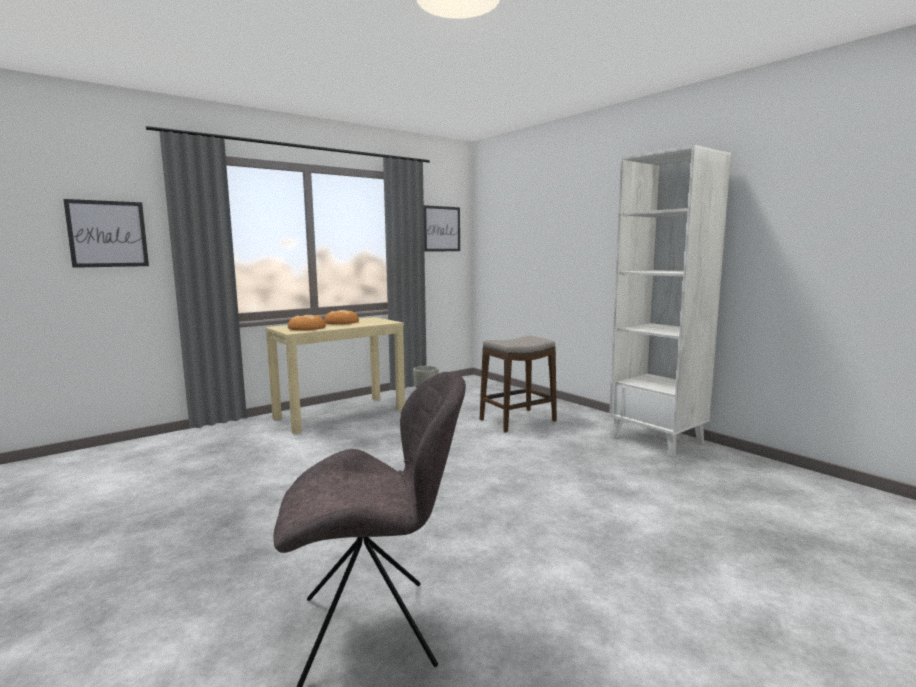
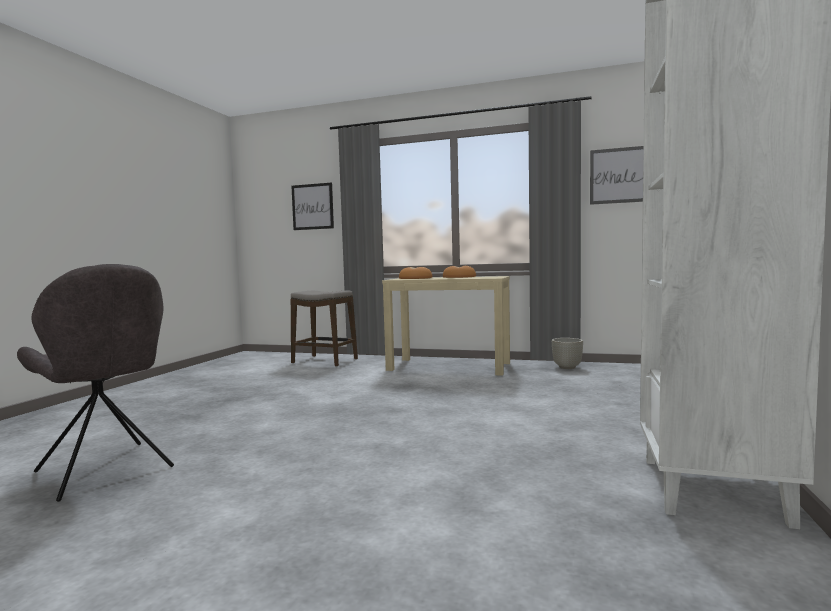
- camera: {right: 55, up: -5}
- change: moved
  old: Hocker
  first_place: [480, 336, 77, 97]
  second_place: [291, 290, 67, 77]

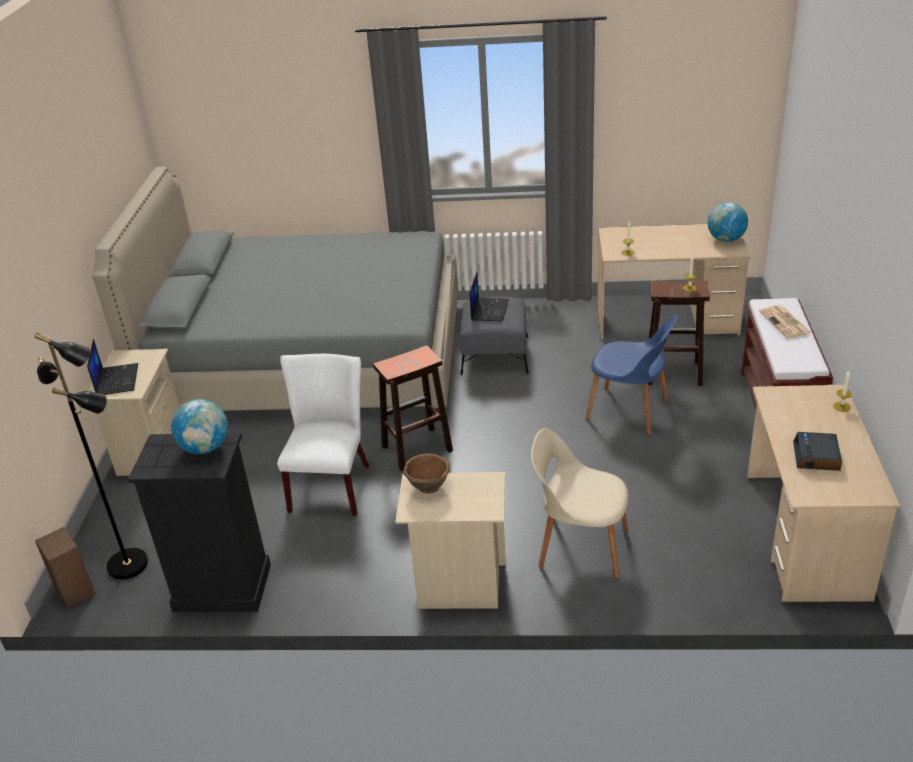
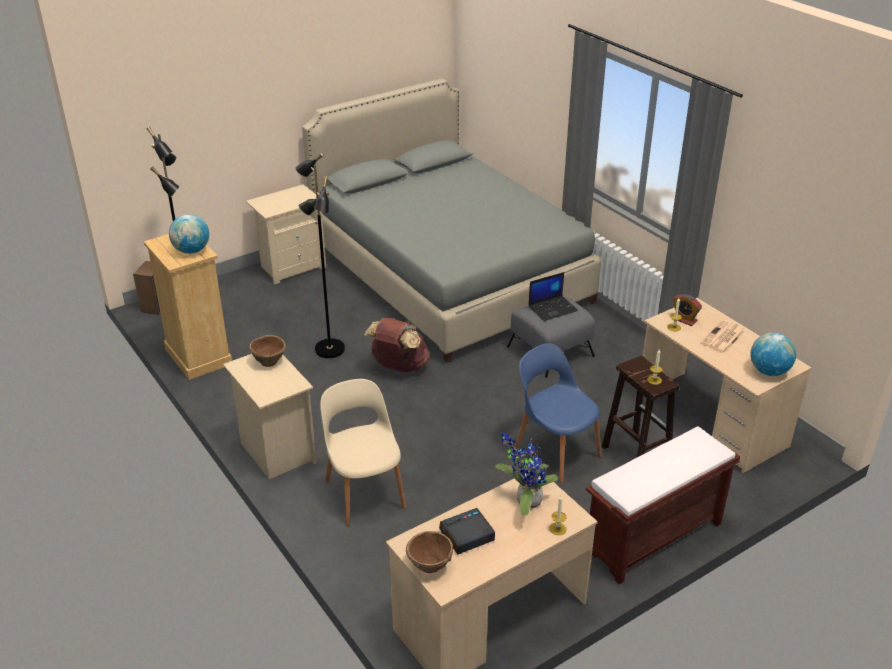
- camera: {right: 50, up: 0}
- change: removed
  old: Laptop
  first_place: [87, 339, 51, 56]
- change: recoloured
  old: Kommode (schwarz)
  new: Kommode (beige)
  first_place: [128, 433, 143, 179]
  second_place: [144, 234, 88, 146]
- change: replaced
  old: Stuhl (weiß)
  new: Stehlampe (schwarz)
  first_place: [277, 354, 92, 162]
  second_place: [296, 153, 49, 205]
- change: replaced
  old: Hocker (braun)
  new: Rucksack (braun)
  first_place: [373, 345, 80, 126]
  second_place: [364, 318, 66, 55]
- change: turned
  old: Stuhl (blau)
  first_place: [586, 315, 92, 120]
  second_place: [514, 343, 88, 140]
  degrees: 150
- change: moved
  old: Zeitung
  first_place: [759, 305, 52, 33]
  second_place: [700, 320, 46, 34]
- change: added
  new: Schüssel (braun)
  second_place: [406, 531, 47, 42]
- change: added
  new: Topfpflanze
  second_place: [495, 432, 63, 83]
- change: added
  new: Wecker
  second_place: [673, 294, 29, 32]

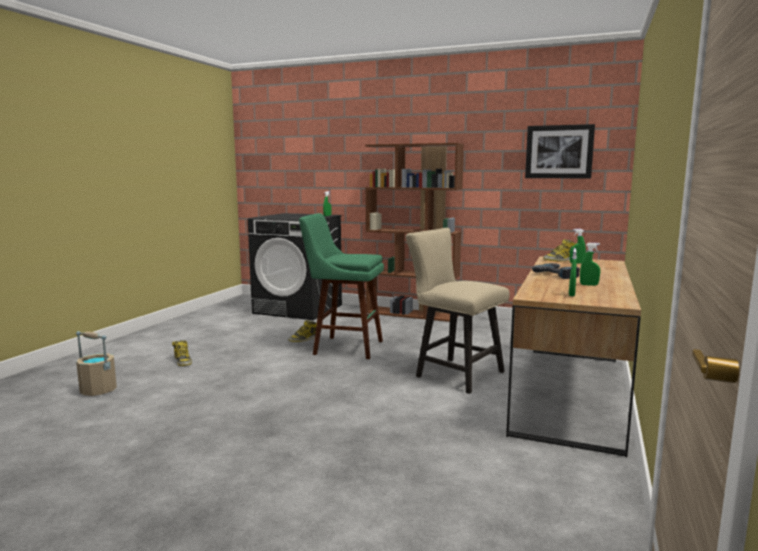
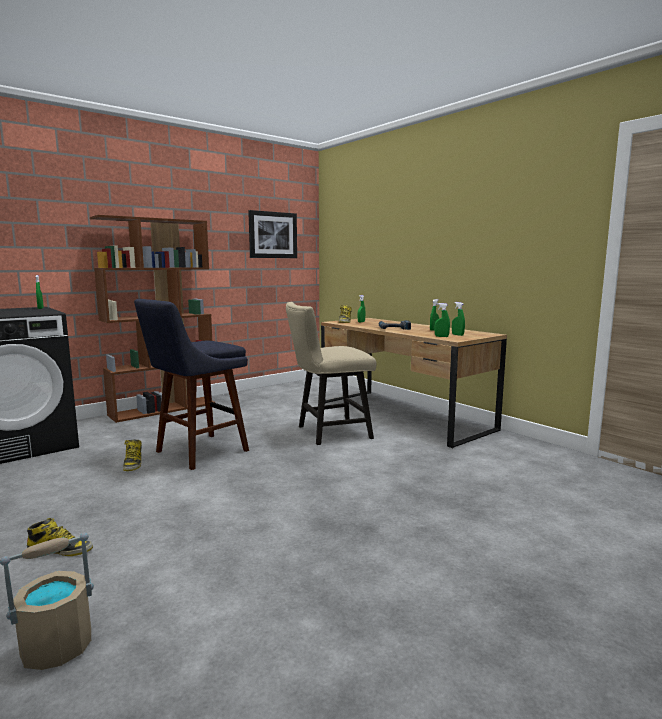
- camera: {right: -60, up: 0}
- change: recoloured
  old: Hocker (grün)
  new: Hocker (blau)
  first_place: [299, 213, 85, 146]
  second_place: [134, 299, 115, 171]
- change: added
  new: Sprühflasche (grün)
  second_place: [435, 303, 15, 34]

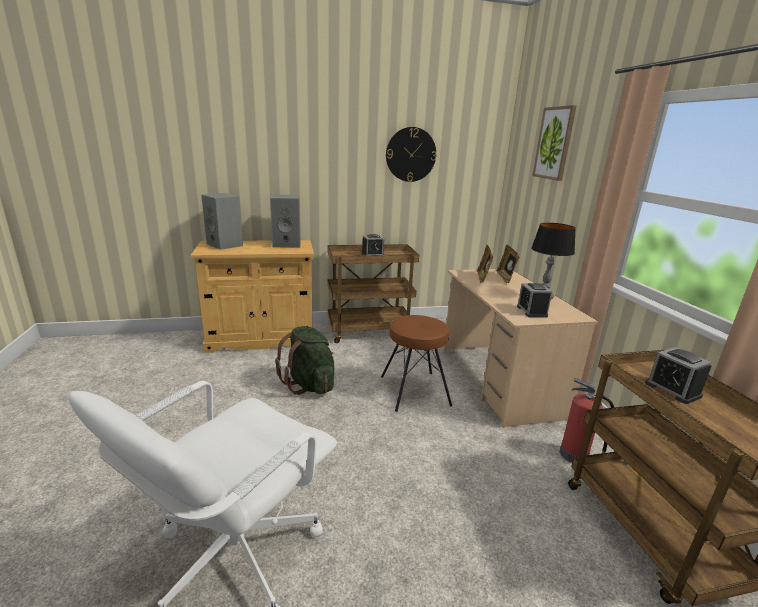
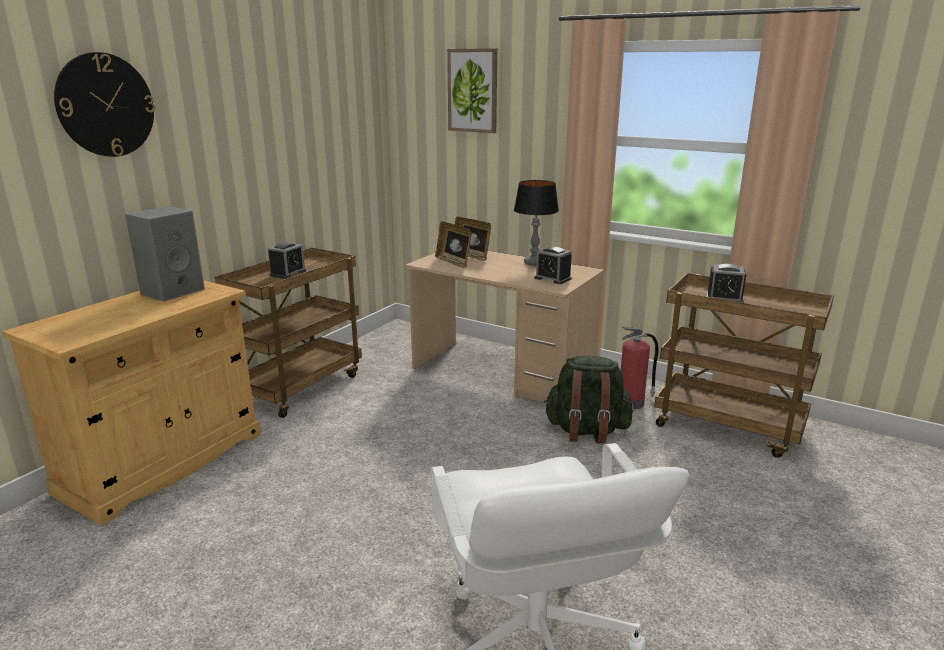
- camera: {right: -45, up: 0}
- change: removed
  old: Lautsprecher (grau)
  first_place: [201, 193, 42, 57]
- change: moved
  old: Rucksack (grün)
  first_place: [275, 326, 59, 69]
  second_place: [544, 356, 89, 87]
- change: removed
  old: Hocker (braun)
  first_place: [381, 315, 71, 97]
- change: moved
  old: Wanduhr
  first_place: [386, 127, 50, 55]
  second_place: [54, 52, 101, 105]

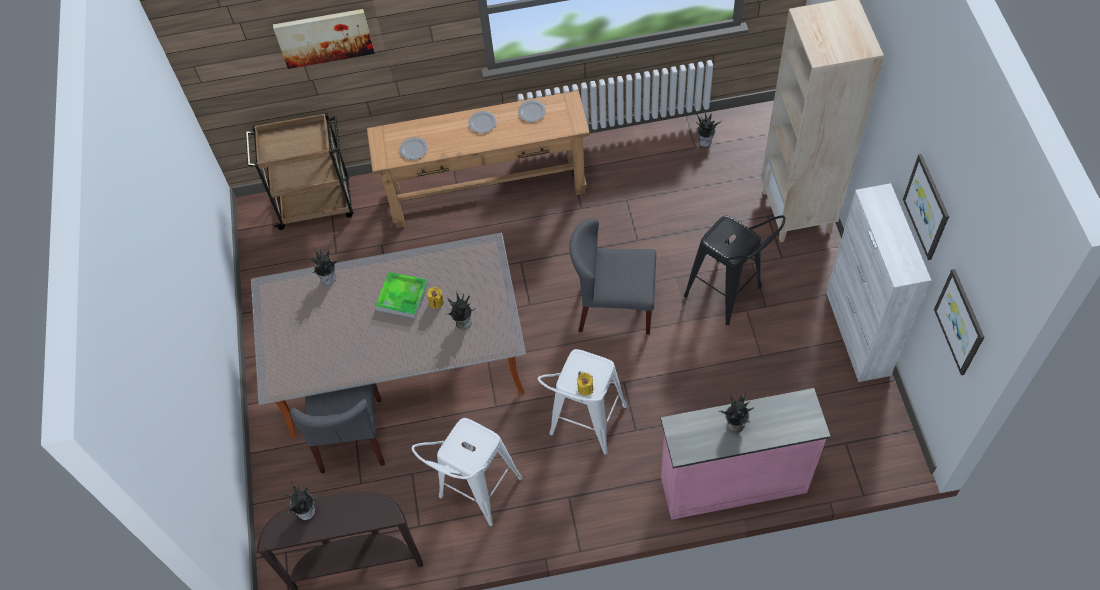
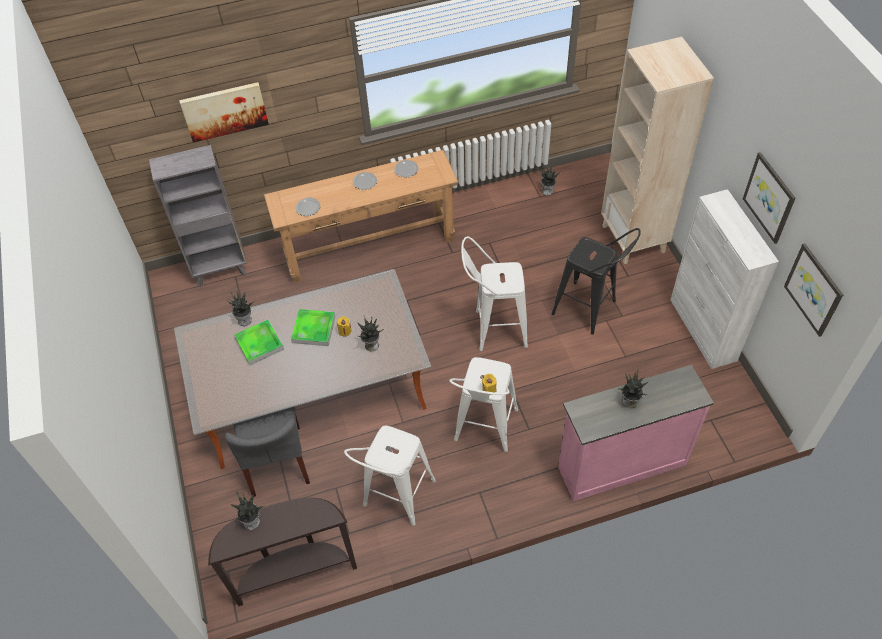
- camera: {right: -10, up: -5}
- change: replaced
  old: Rollwagen (braun)
  new: Bücherregal (grau)
  first_place: [246, 113, 107, 117]
  second_place: [149, 145, 98, 142]
- change: replaced
  old: Stuhl (grau)
  new: Hocker (weiß)
  first_place: [569, 218, 87, 116]
  second_place: [461, 236, 67, 115]
- change: added
  new: Tablett
  second_place: [234, 320, 50, 45]

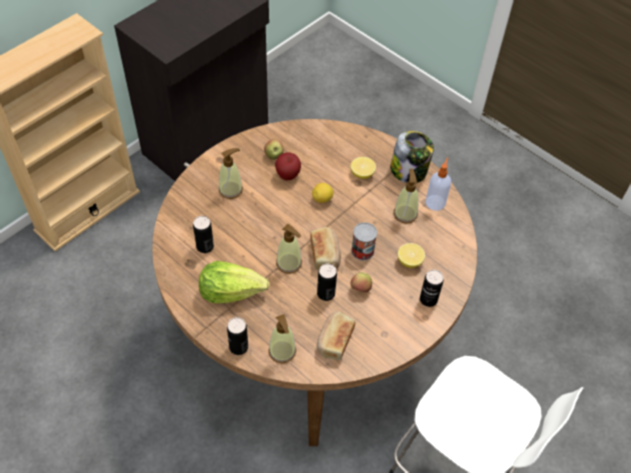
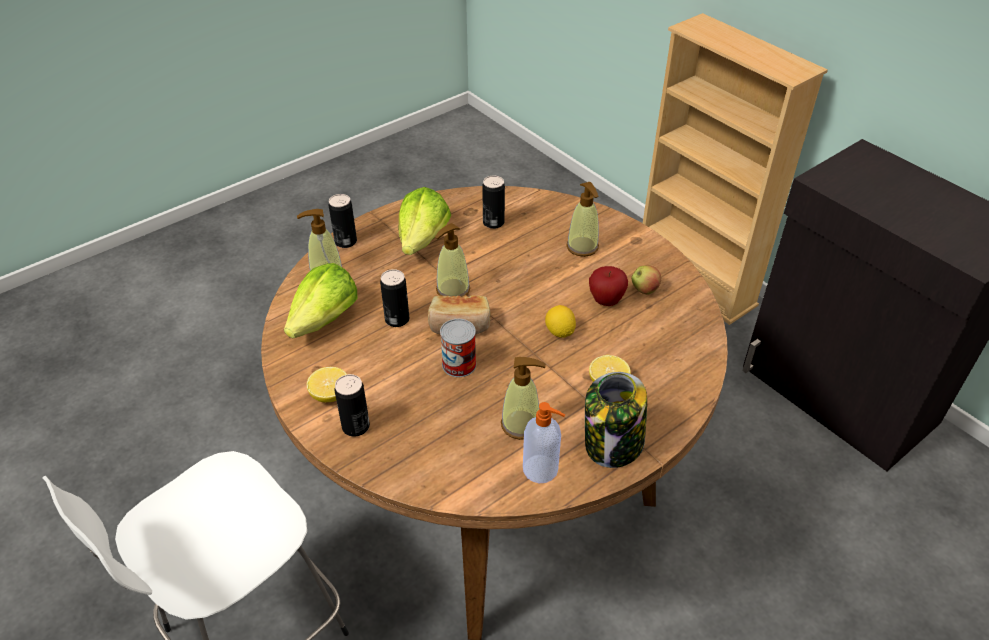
- camera: {right: 100, up: -10}
- change: replaced
  old: Brot
  new: Salatkopf
  first_place: [317, 312, 38, 48]
  second_place: [284, 263, 73, 75]
- change: removed
  old: Apfel
  first_place: [350, 272, 22, 20]
- change: moved
  old: Zitrone
  first_place: [398, 243, 27, 25]
  second_place: [307, 367, 40, 35]

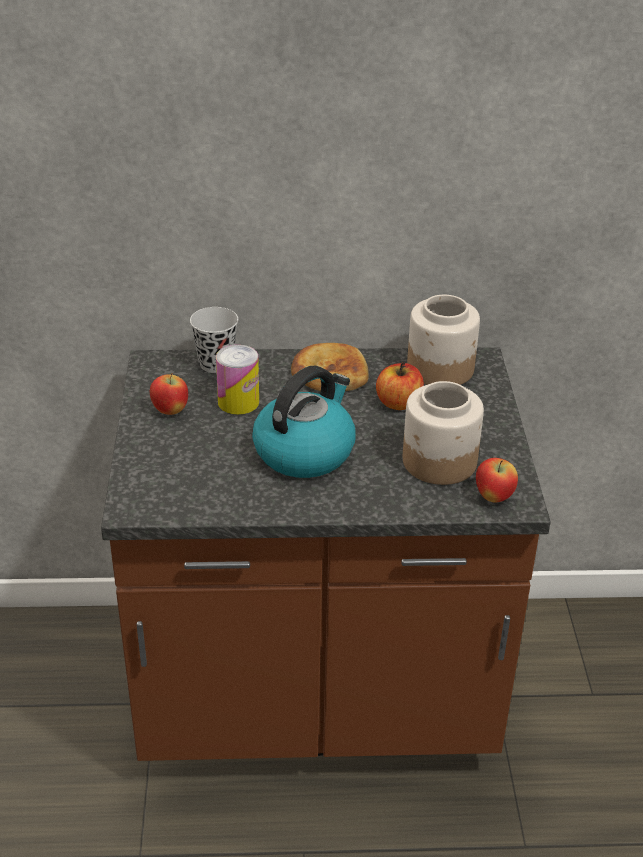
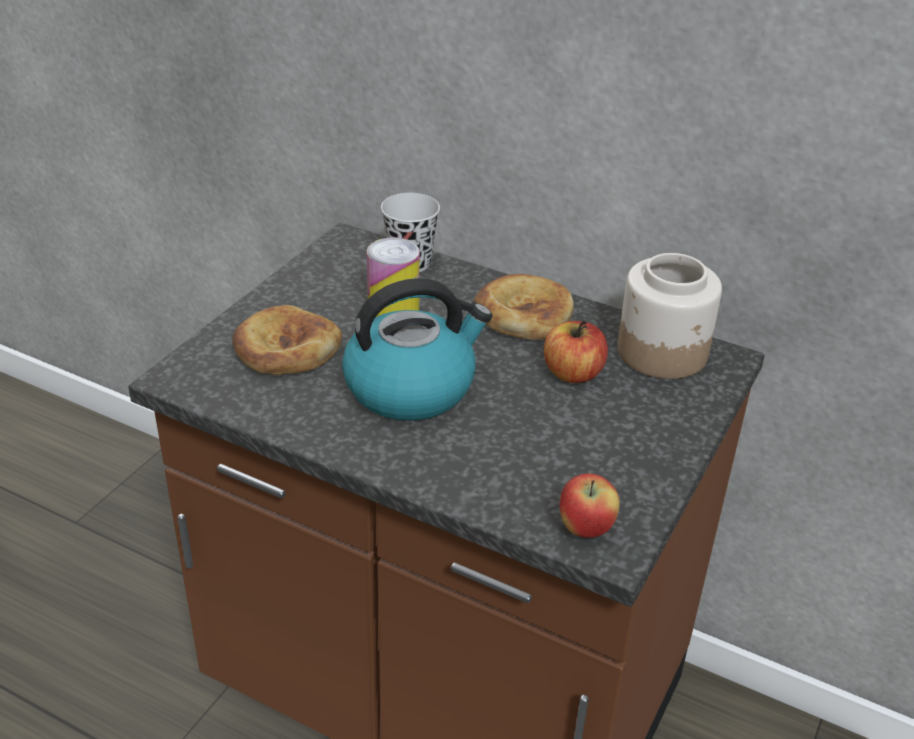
- camera: {right: 30, up: 0}
- change: removed
  old: Apfel
  first_place: [150, 373, 38, 42]
- change: removed
  old: Vorratsglas
  first_place: [403, 381, 81, 104]
- change: added
  new: Brot
  second_place: [232, 305, 110, 70]

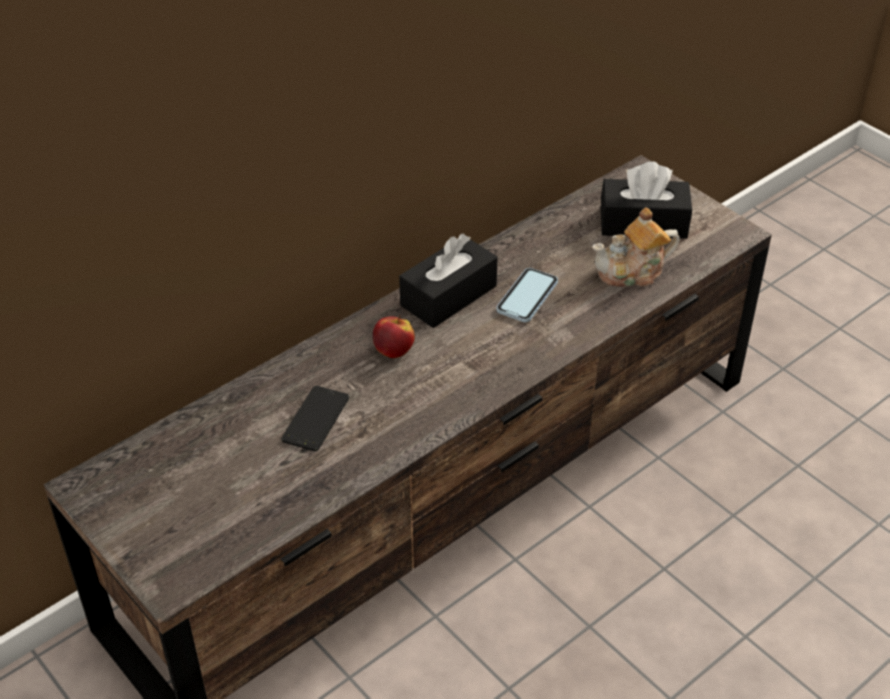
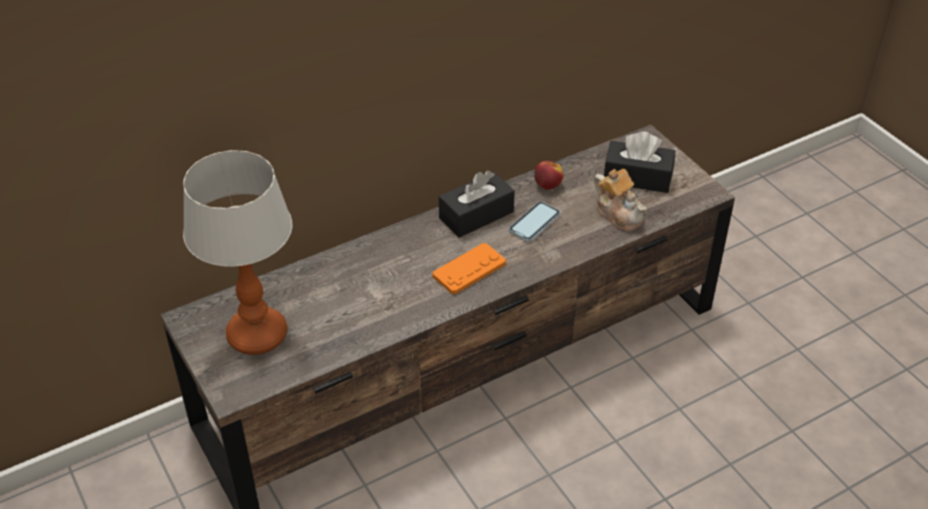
- camera: {right: 10, up: 0}
- change: removed
  old: Handy
  first_place: [281, 386, 68, 65]
- change: moved
  old: Apfel
  first_place: [373, 315, 42, 43]
  second_place: [534, 160, 29, 30]
- change: turned
  old: Teekanne
  first_place: [592, 207, 88, 80]
  second_place: [594, 169, 53, 62]
  degrees: -120
- change: added
  new: Tischlampe
  second_place: [183, 150, 109, 205]
- change: added
  new: Gamepad (orange)
  second_place: [432, 243, 74, 51]

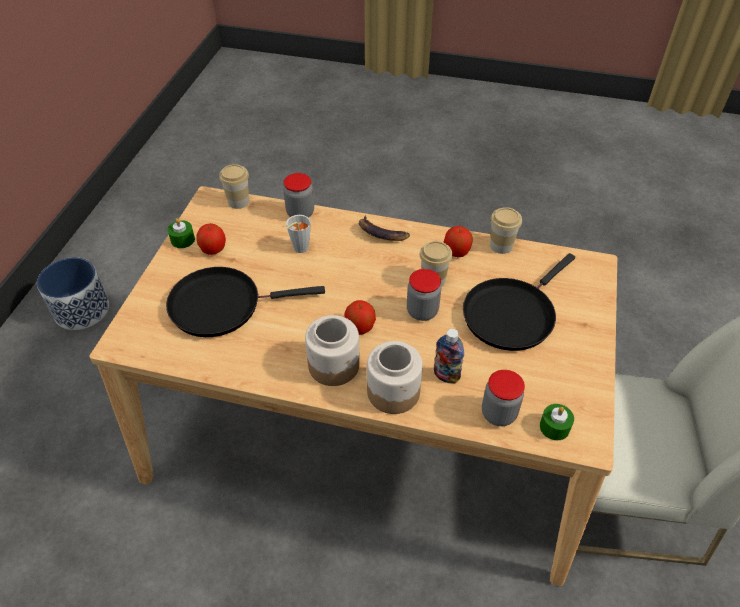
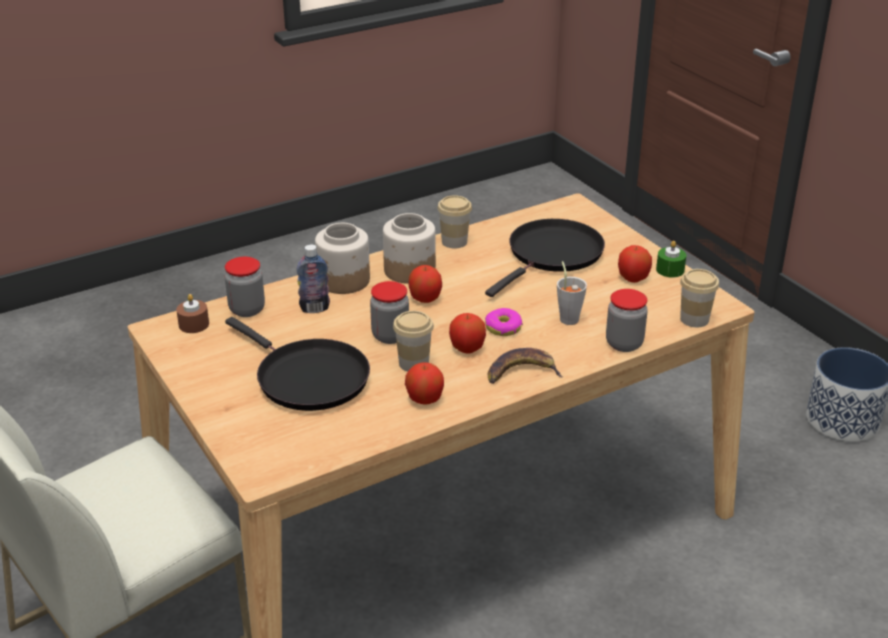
- camera: {right: 135, up: -15}
- change: turned
  old: Pfanne (schwarz)
  first_place: [463, 253, 112, 98]
  second_place: [225, 317, 145, 94]
  degrees: 135
- change: moved
  old: Tasse
  first_place: [490, 207, 32, 47]
  second_place: [437, 195, 35, 53]
- change: recoloured
  old: Kerze (grün)
  new: Kerze (braun)
  first_place: [540, 404, 34, 36]
  second_place: [176, 294, 33, 39]
- change: added
  new: Apfel
  second_place: [449, 313, 37, 41]
- change: added
  new: Donut
  second_place: [485, 308, 38, 28]

